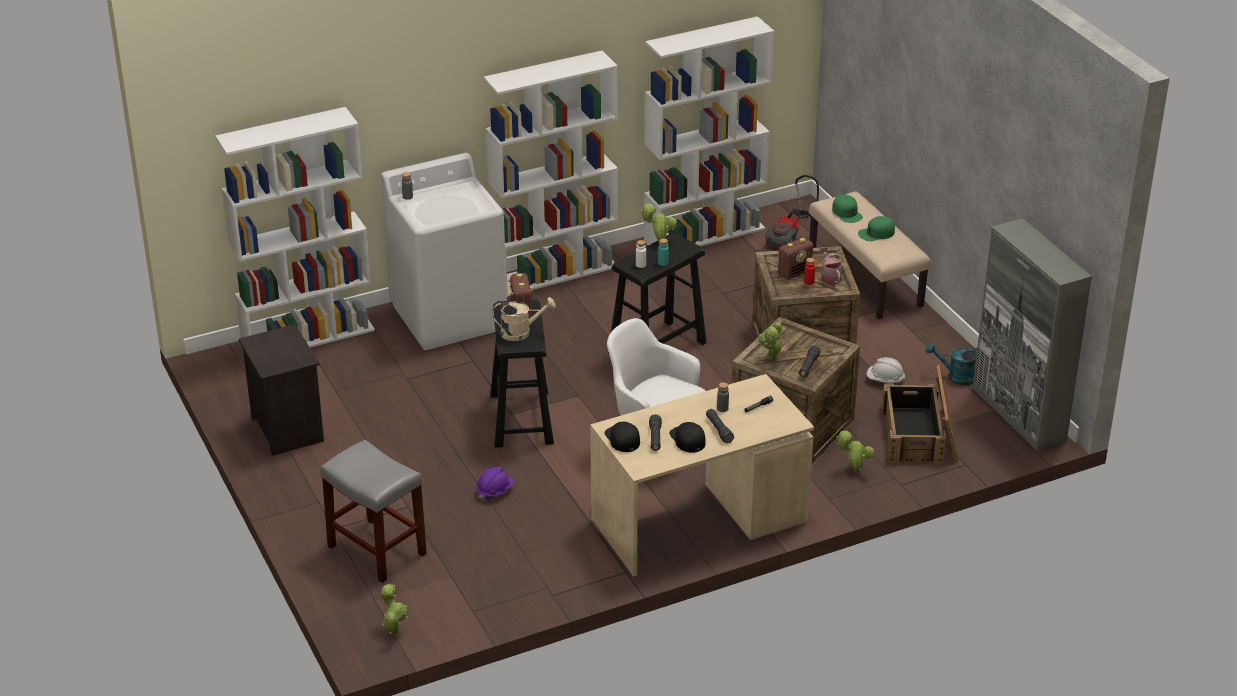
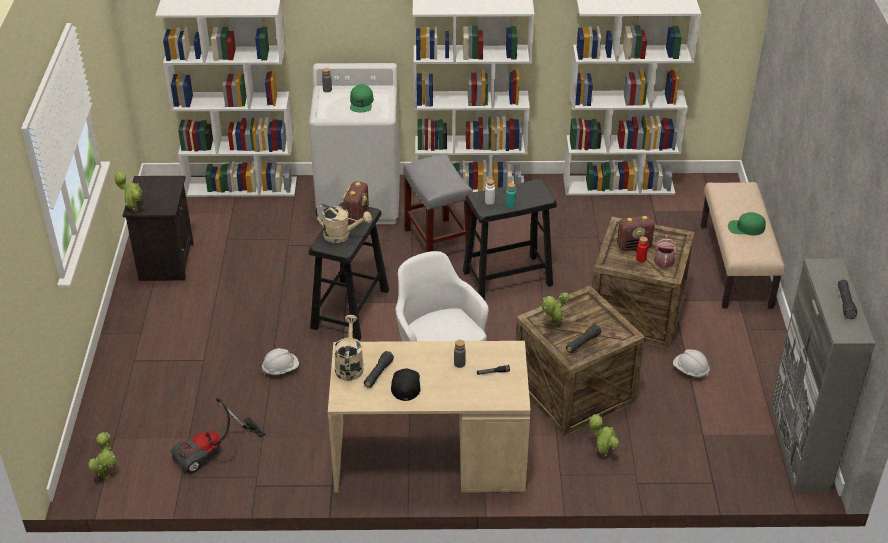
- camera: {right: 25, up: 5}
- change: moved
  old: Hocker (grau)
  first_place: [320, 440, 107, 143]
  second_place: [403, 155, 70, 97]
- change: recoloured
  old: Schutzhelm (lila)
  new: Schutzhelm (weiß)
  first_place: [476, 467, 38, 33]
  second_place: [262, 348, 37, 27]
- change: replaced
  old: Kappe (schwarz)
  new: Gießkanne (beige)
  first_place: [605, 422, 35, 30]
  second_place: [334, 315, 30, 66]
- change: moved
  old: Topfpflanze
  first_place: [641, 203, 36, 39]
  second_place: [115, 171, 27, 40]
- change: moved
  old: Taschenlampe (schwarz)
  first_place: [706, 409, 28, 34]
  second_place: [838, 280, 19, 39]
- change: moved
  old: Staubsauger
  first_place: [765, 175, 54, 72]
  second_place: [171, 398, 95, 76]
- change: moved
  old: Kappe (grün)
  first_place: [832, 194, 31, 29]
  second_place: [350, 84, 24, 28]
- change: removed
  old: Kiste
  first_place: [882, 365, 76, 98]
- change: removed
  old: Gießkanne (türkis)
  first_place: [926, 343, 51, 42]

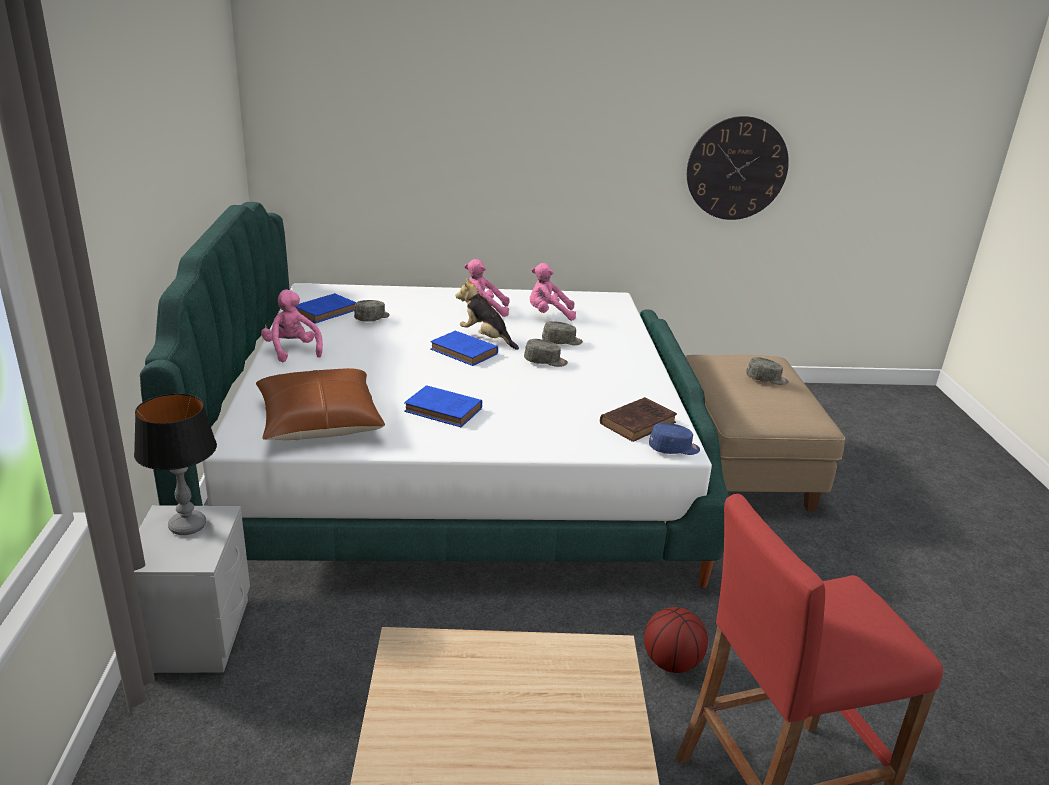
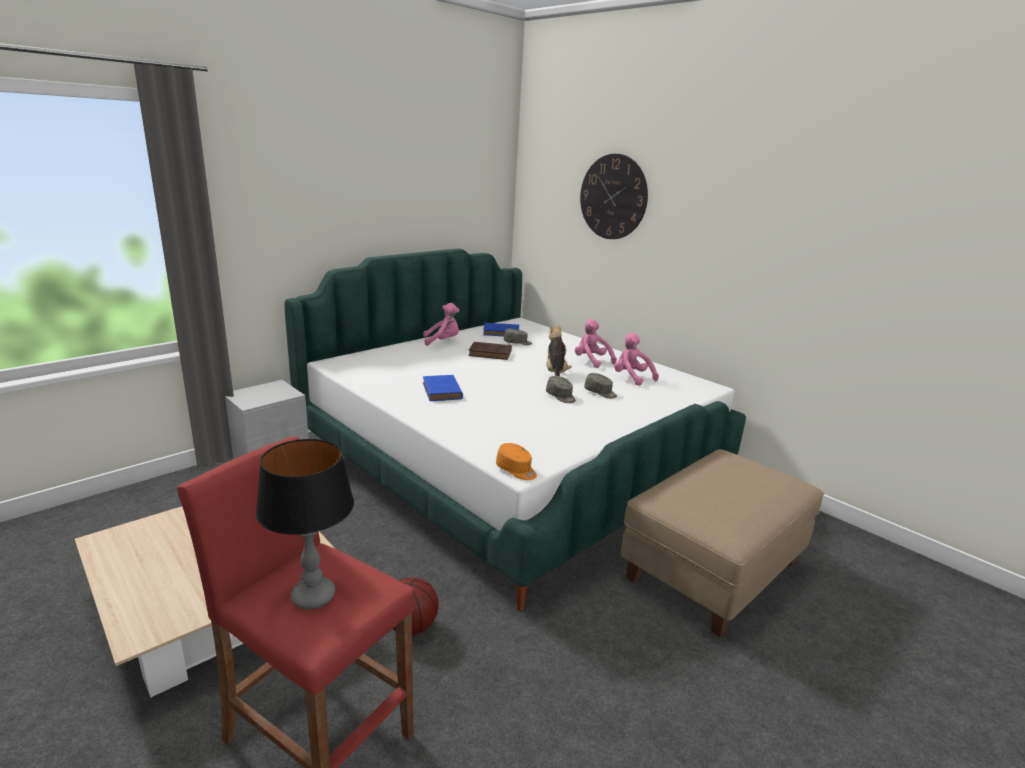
- camera: {right: 50, up: -5}
- change: moved
  old: Tischlampe
  first_place: [134, 393, 83, 142]
  second_place: [256, 439, 98, 171]
- change: removed
  old: Kissen (braun)
  first_place: [256, 368, 129, 72]
- change: turned
  old: Plüschtier (rosa)
  first_place: [261, 290, 62, 72]
  second_place: [423, 303, 36, 43]
  degrees: 60
- change: removed
  old: Buch (blau)
  first_place: [431, 331, 67, 35]
- change: moved
  old: Buch (braun)
  first_place: [600, 397, 77, 45]
  second_place: [468, 342, 44, 18]
- change: recoloured
  old: Kappe (blau)
  new: Kappe (orange)
  first_place: [649, 423, 51, 32]
  second_place: [496, 443, 41, 37]
- change: moved
  old: Wanduhr
  first_place: [687, 116, 102, 104]
  second_place: [580, 154, 68, 85]
- change: removed
  old: Kappe (grau)
  first_place: [746, 357, 42, 28]

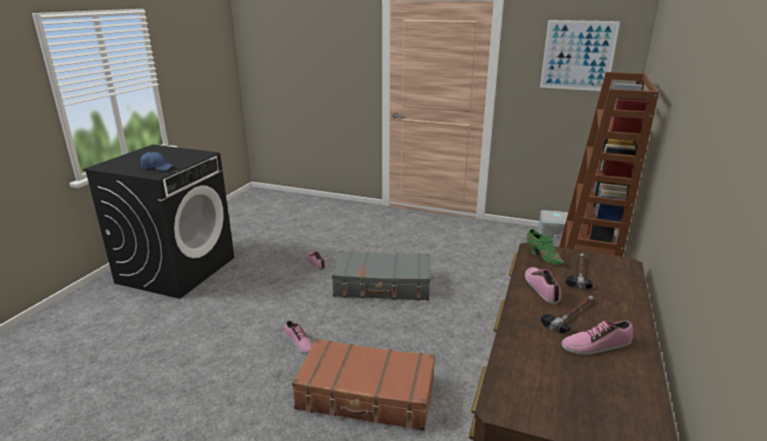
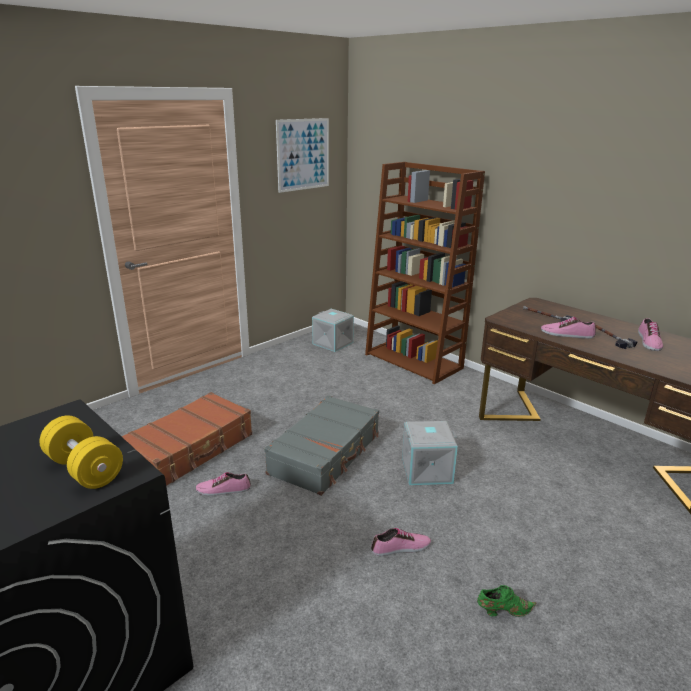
- camera: {right: -65, up: 0}
- change: replaced
  old: Kappe (blau)
  new: Hantel (gelb)
  first_place: [140, 152, 34, 19]
  second_place: [39, 415, 84, 74]
- change: moved
  old: Koffer (braun)
  first_place: [292, 338, 143, 93]
  second_place: [121, 392, 131, 94]
- change: moved
  old: Schuh (grün)
  first_place: [526, 229, 39, 36]
  second_place: [477, 585, 60, 32]
- change: added
  new: Aufbewahrungsbox (grau)
  second_place: [402, 421, 56, 64]

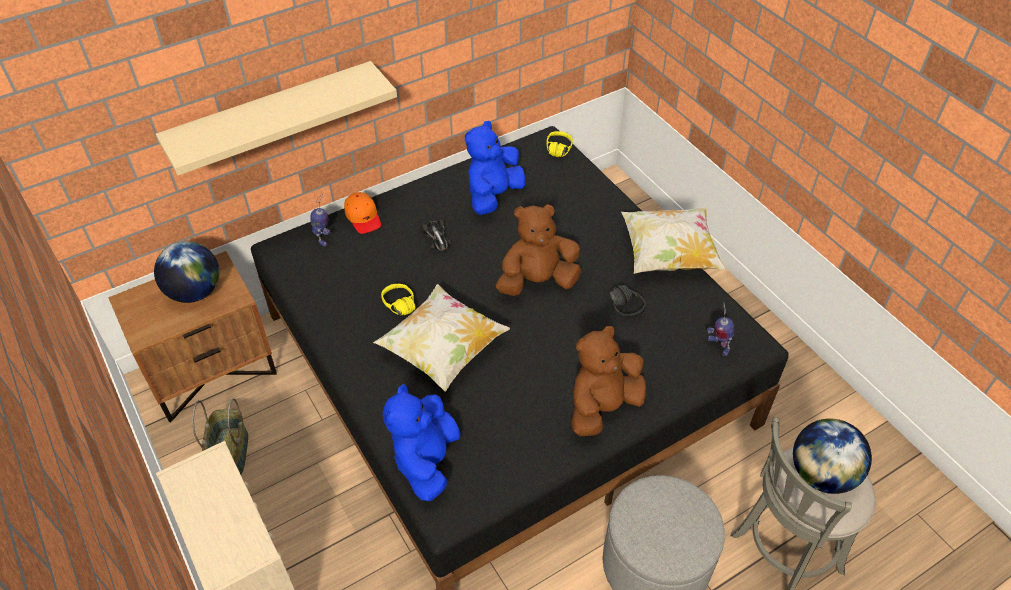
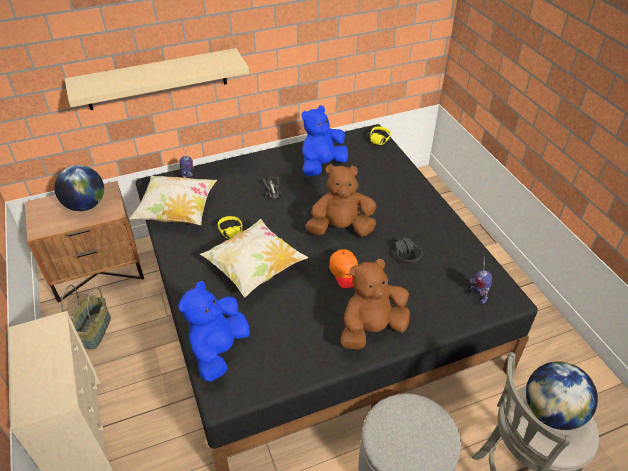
- camera: {right: 10, up: -5}
- change: moved
  old: Kappe (orange)
  first_place: [344, 192, 37, 42]
  second_place: [329, 249, 29, 39]
- change: moved
  old: Kissen
  first_place: [621, 207, 105, 67]
  second_place: [129, 176, 88, 49]

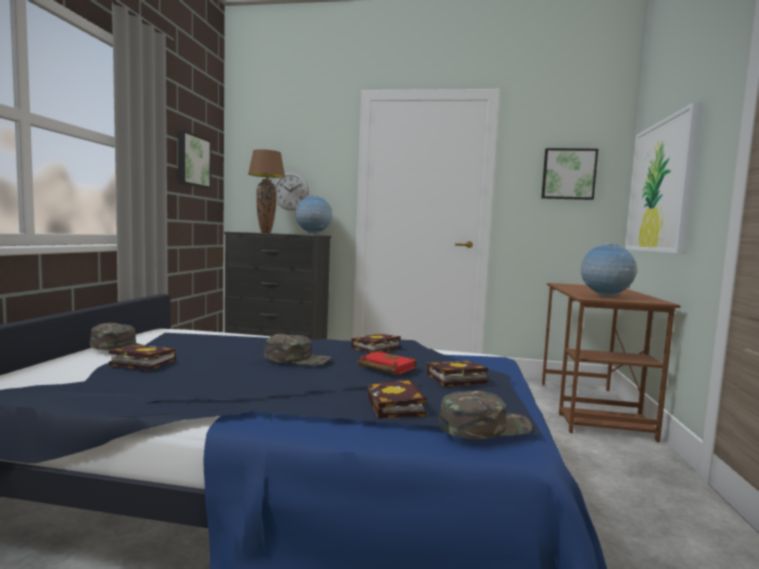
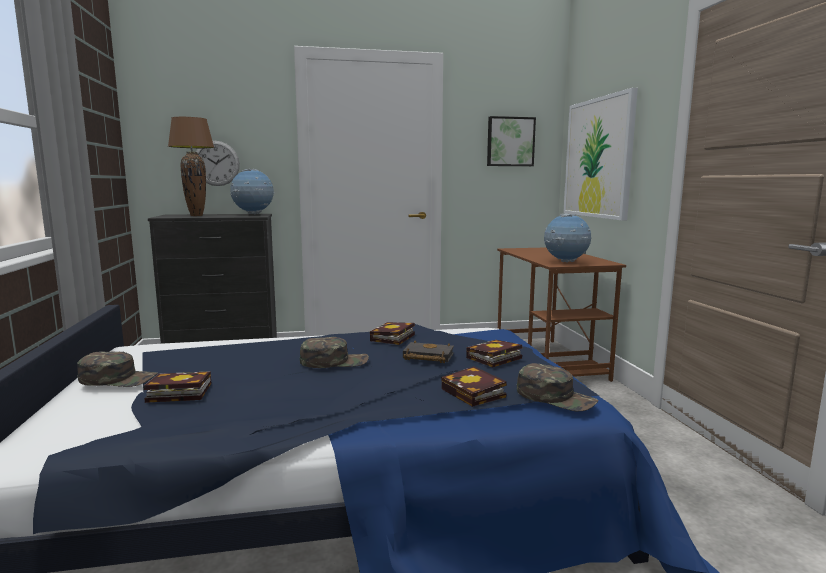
- camera: {right: -20, up: 5}
- change: removed
  old: Bild
  first_place: [178, 130, 33, 59]
- change: recoloured
  old: Buch (rot)
  new: Buch (schwarz)
  first_place: [358, 350, 59, 25]
  second_place: [403, 341, 51, 22]
- change: turned
  old: Kappe (grün)
  first_place: [439, 390, 93, 49]
  second_place: [517, 363, 81, 48]
  degrees: 75

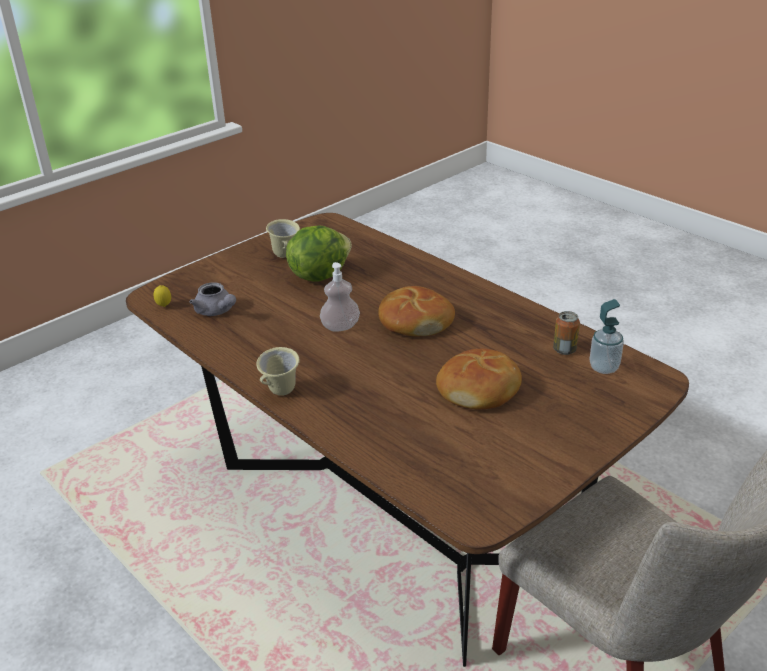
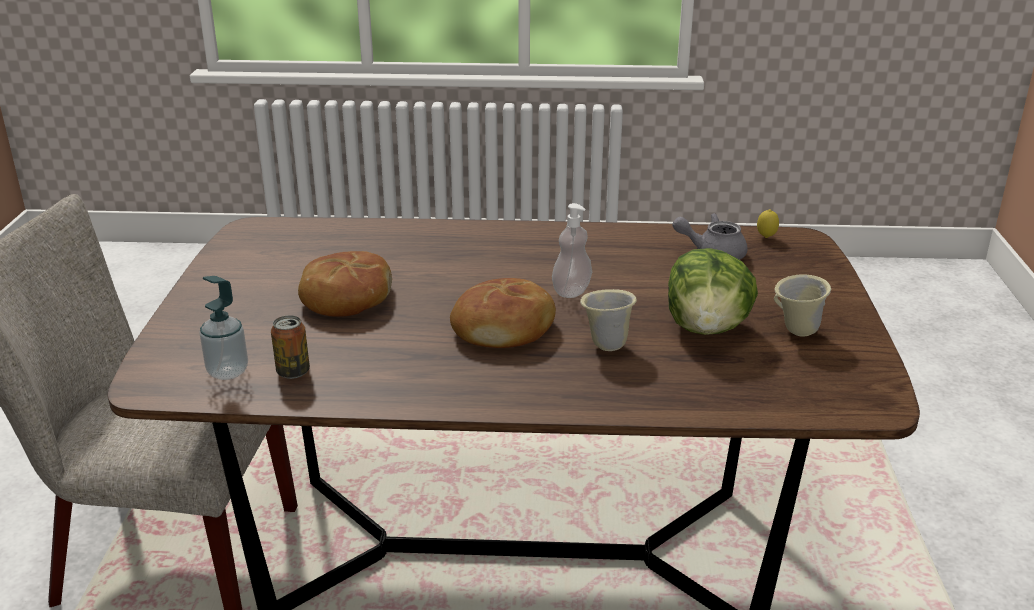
- camera: {right: 135, up: -5}
- change: moved
  old: Henkelbecher (beige)
  first_place: [256, 347, 44, 49]
  second_place: [580, 289, 57, 62]

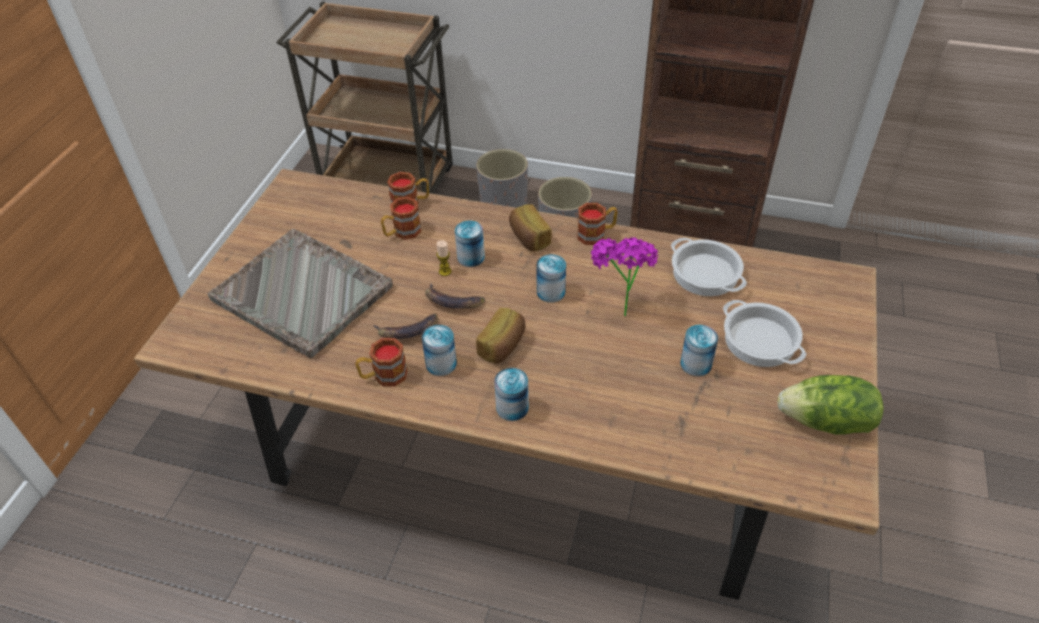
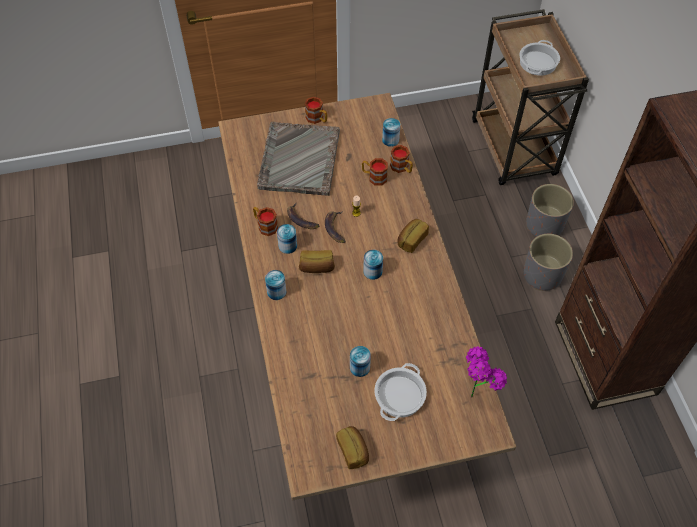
- camera: {right: 60, up: 10}
- change: moved
  old: Dose
  first_place: [455, 221, 30, 46]
  second_place: [382, 118, 18, 29]
- change: moved
  old: Henkelbecher
  first_place: [577, 203, 41, 42]
  second_place: [305, 97, 22, 27]
- change: moved
  old: Topfpflanze
  first_place: [591, 237, 68, 79]
  second_place: [466, 346, 41, 51]
- change: moved
  old: Kochtopf
  first_place: [671, 238, 76, 58]
  second_place: [519, 40, 41, 36]
- change: replaced
  old: Salatkopf
  new: Brot
  first_place: [777, 375, 107, 60]
  second_place: [336, 426, 33, 43]

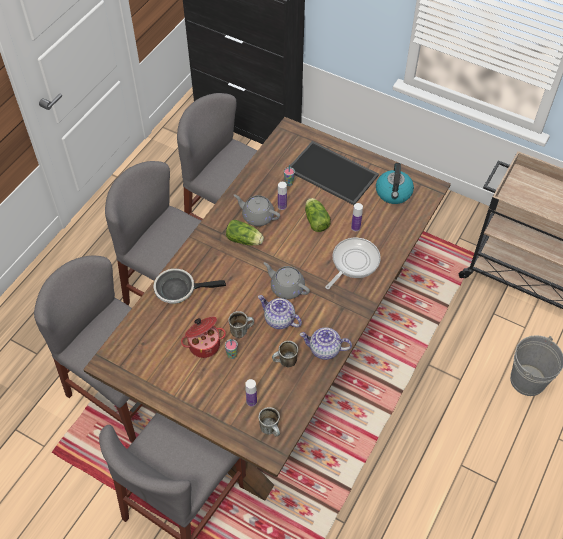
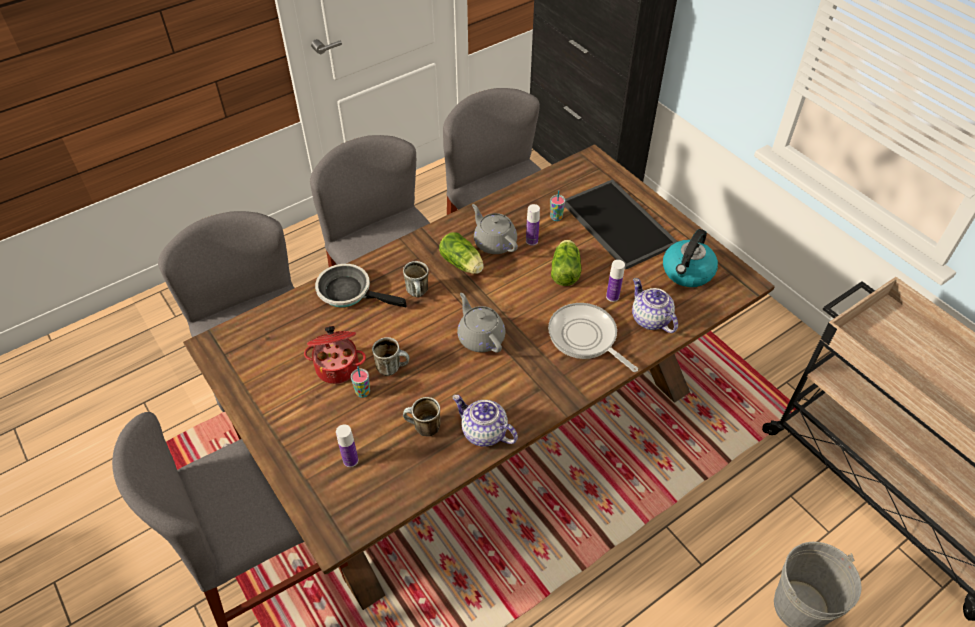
- camera: {right: 25, up: -5}
- change: moved
  old: Teekanne
  first_place: [258, 295, 44, 34]
  second_place: [632, 278, 46, 55]
- change: moved
  old: Henkelbecher
  first_place: [258, 407, 22, 30]
  second_place: [403, 261, 26, 37]
- change: turned
  old: Pfanne
  first_place: [325, 238, 56, 51]
  second_place: [548, 303, 90, 69]
  degrees: -105

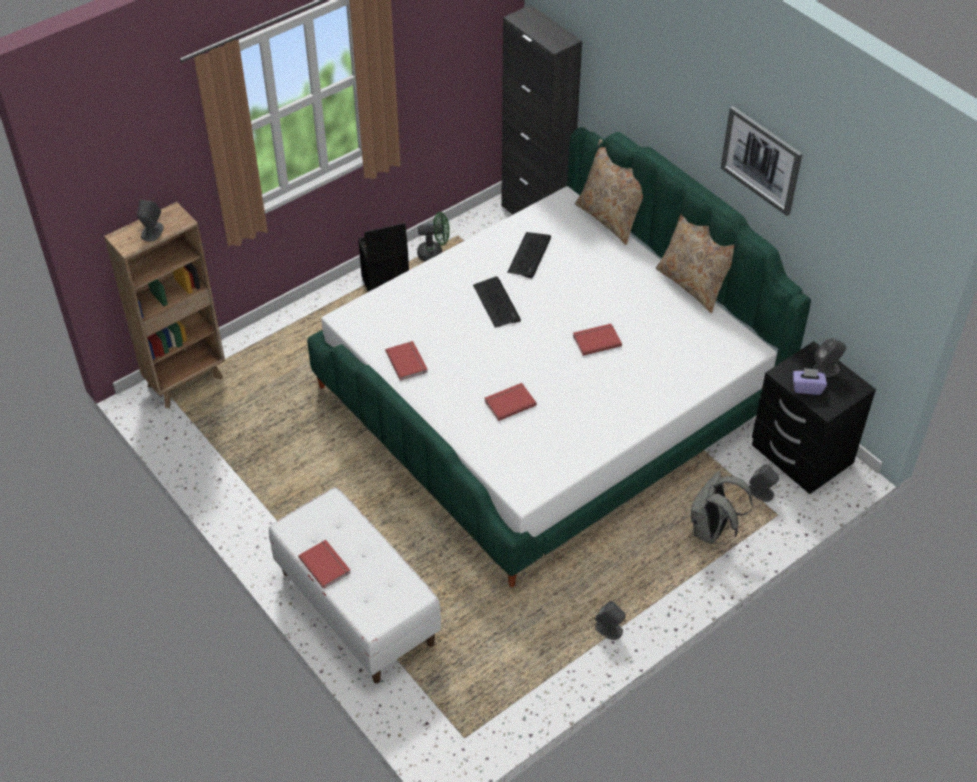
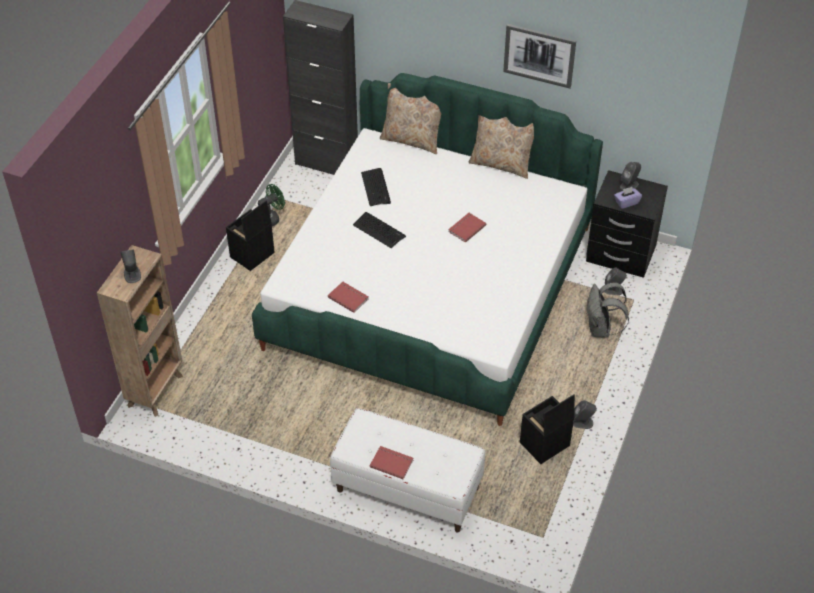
- camera: {right: -30, up: 0}
- change: removed
  old: Buch (rot)
  first_place: [484, 383, 53, 38]
- change: added
  new: Aufbewahrungsbox (schwarz)
  second_place: [520, 394, 55, 70]

